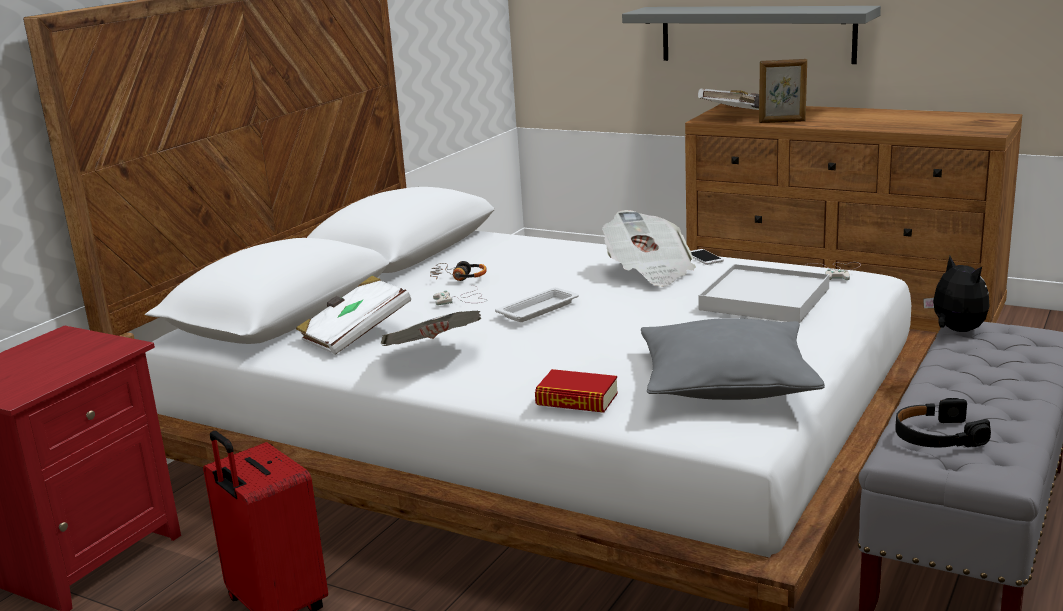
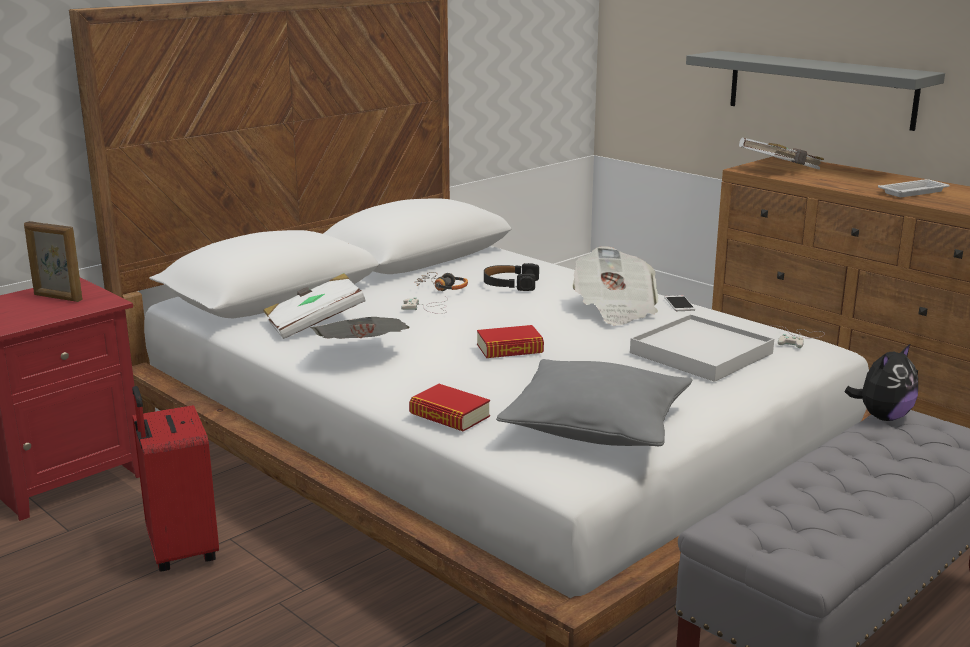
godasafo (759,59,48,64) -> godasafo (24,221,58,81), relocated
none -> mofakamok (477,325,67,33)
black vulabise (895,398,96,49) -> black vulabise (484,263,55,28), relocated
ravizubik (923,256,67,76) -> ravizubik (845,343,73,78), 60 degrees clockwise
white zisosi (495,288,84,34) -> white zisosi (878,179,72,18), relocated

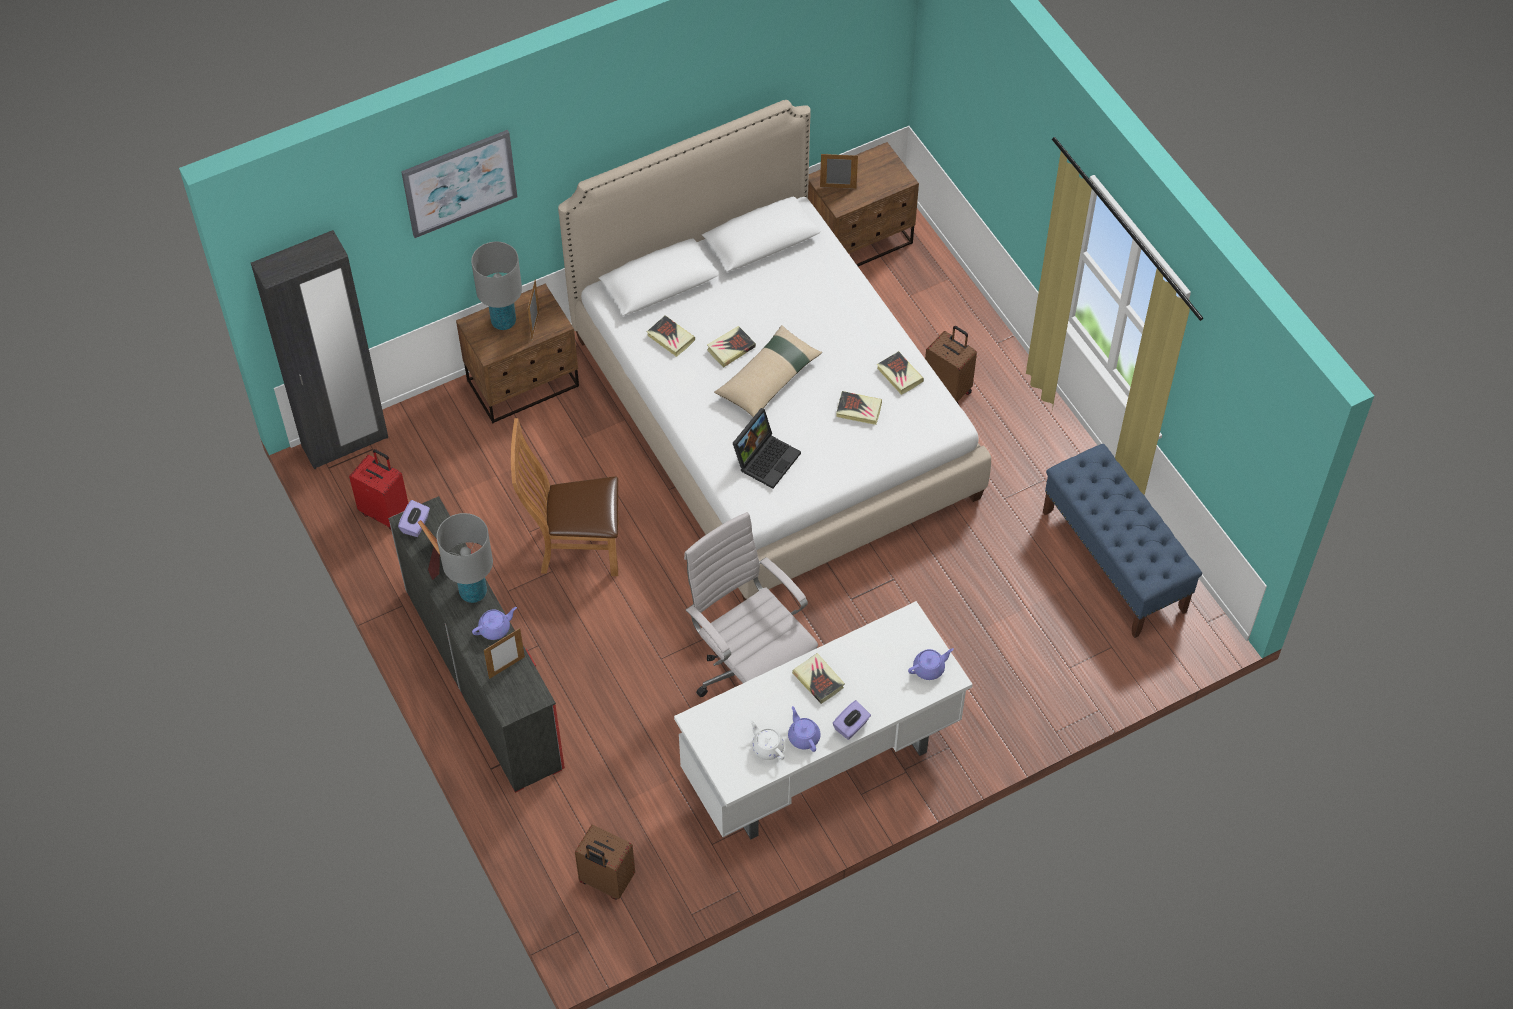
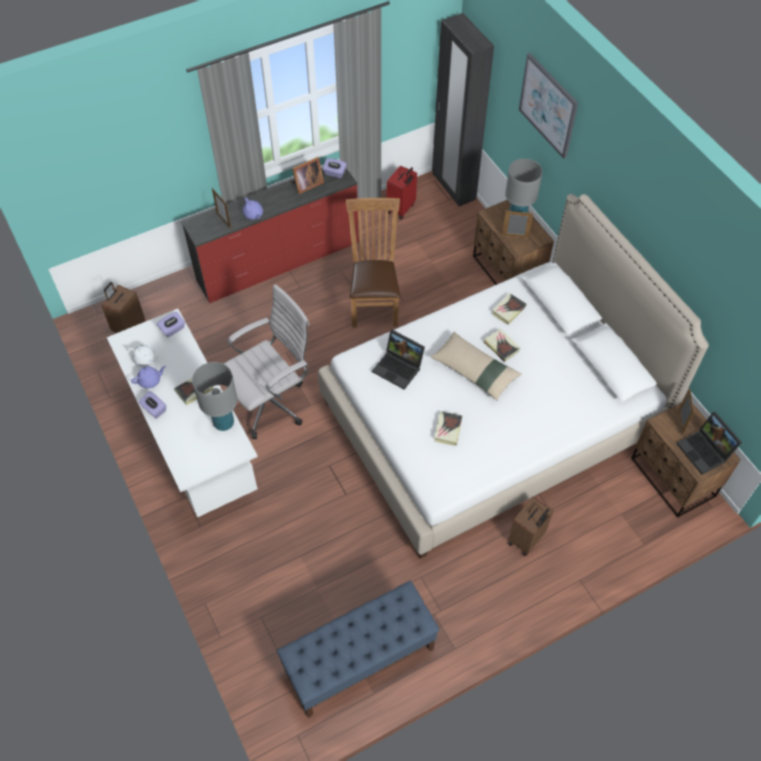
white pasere (750,720,35,40) -> white pasere (127,345,32,22), 60 degrees clockwise
none -> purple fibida (157,312,28,25)
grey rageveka (437,513,56,90) -> grey rageveka (192,362,45,69), relocated
none -> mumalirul (676,412,66,63)
mofakamok (877,351,47,44) -> none
purple pasere (908,648,46,32) -> none

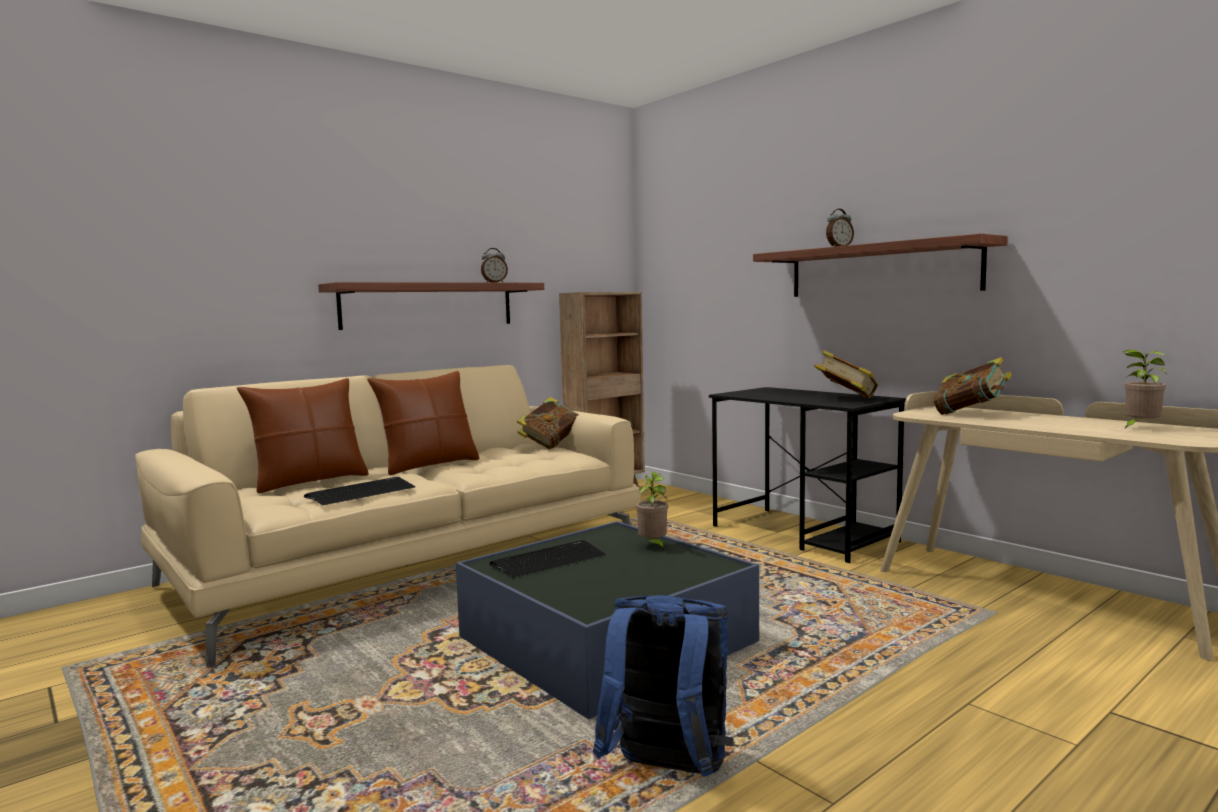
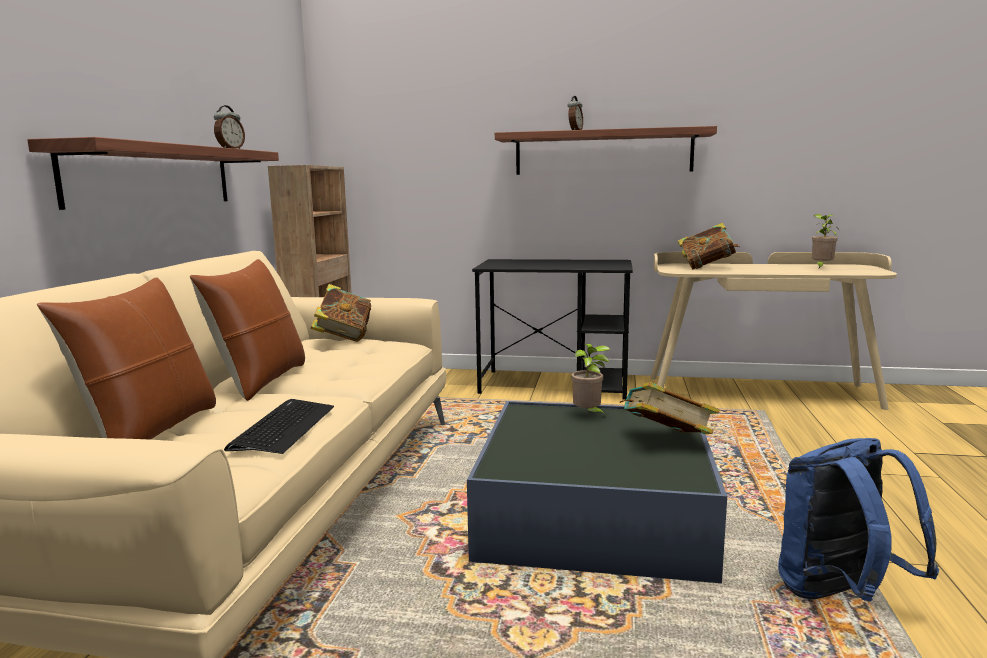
mofakamok (814,350,64,48) -> mofakamok (620,382,100,52), relocated
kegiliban (489,540,116,38) -> none

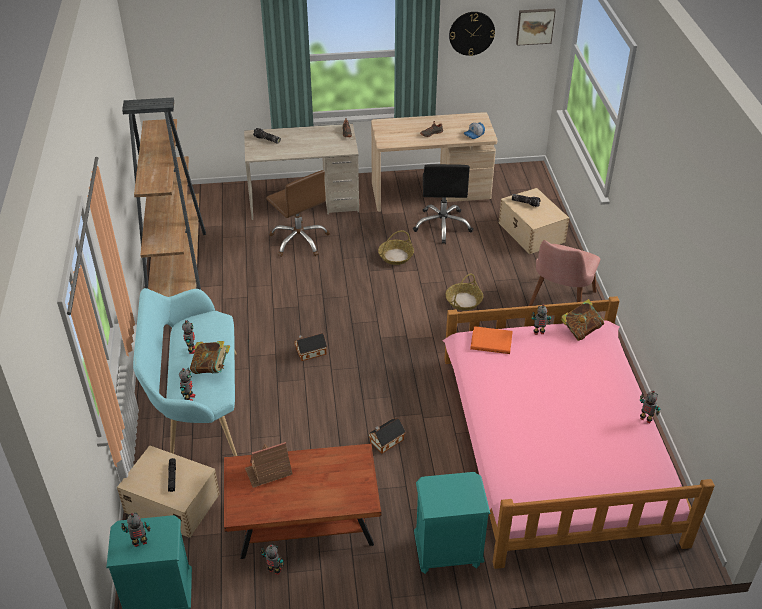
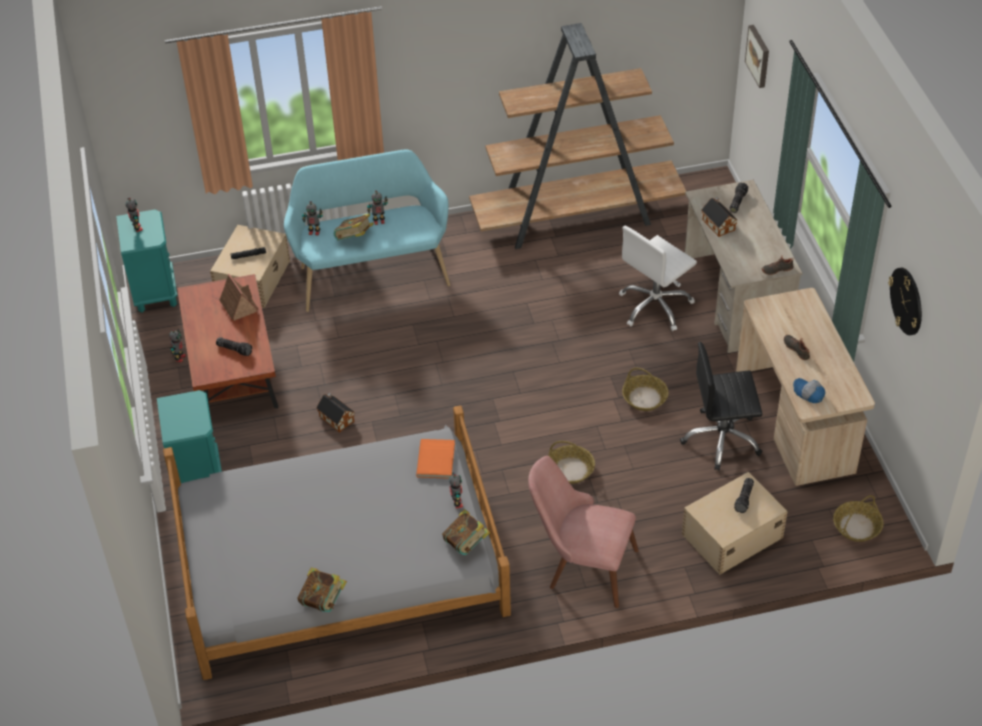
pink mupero (443,296,272,273) -> grey mupero (163,405,348,275)
none -> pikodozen (216,337,36,19)
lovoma (640,391,20,32) -> mofakamok (298,567,49,45)
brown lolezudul (266,170,64,87) -> white lolezudul (619,226,78,105)
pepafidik (294,333,33,28) -> pepafidik (701,197,37,40), relocated
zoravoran (516,9,40,37) -> zoravoran (745,25,24,63), relocated
none -> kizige (833,495,51,47)

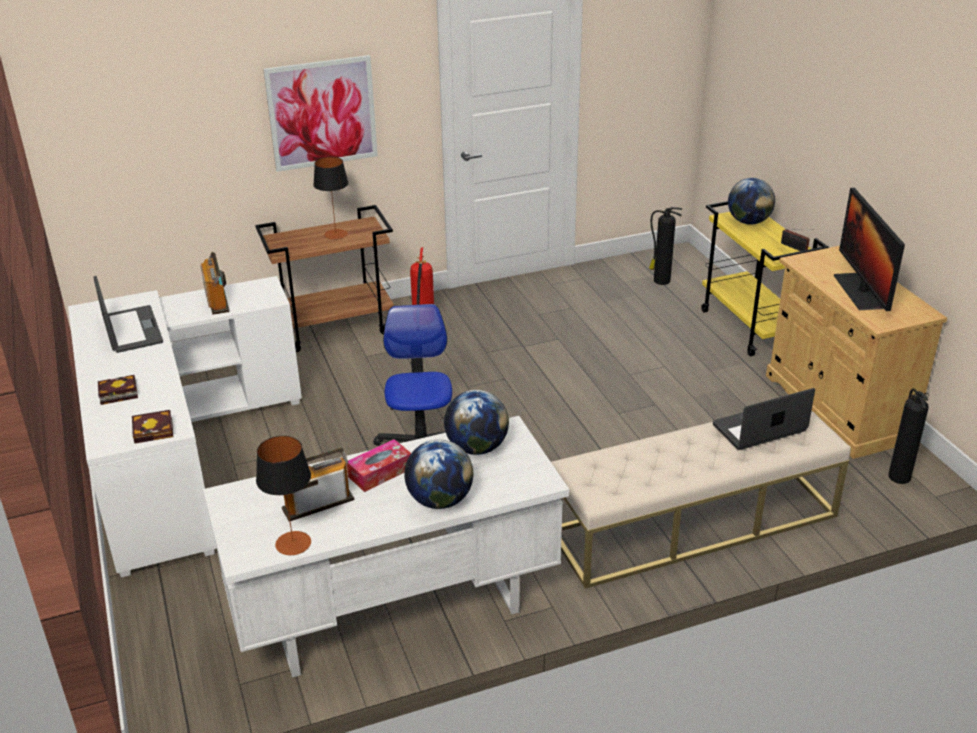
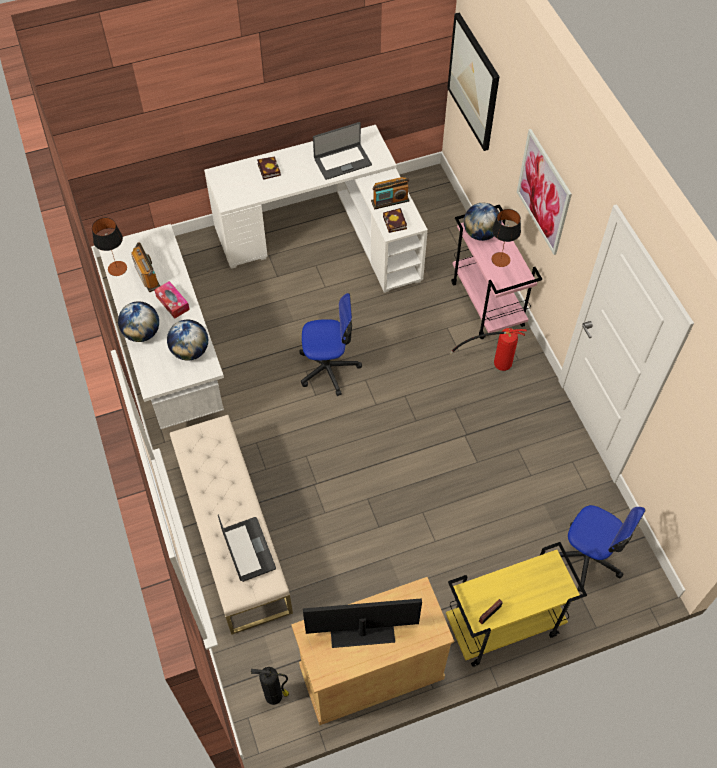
mofakamok (132,410,41,34) -> mofakamok (383,208,24,25), relocated
none -> zoravoran (447,13,53,138)
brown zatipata (255,205,139,147) -> pink zatipata (451,205,91,134)
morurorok (728,178,47,47) -> morurorok (464,203,38,38), relocated
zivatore (649,207,33,78) -> lolezudul (559,505,86,87)

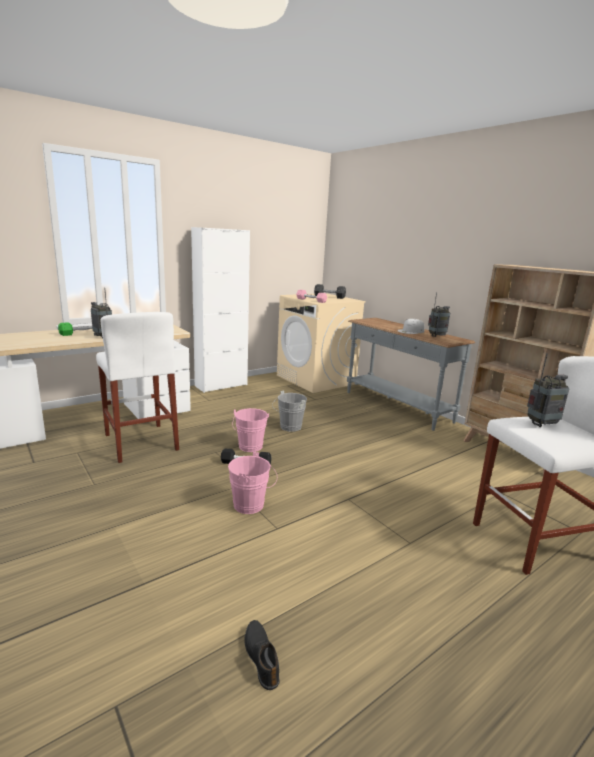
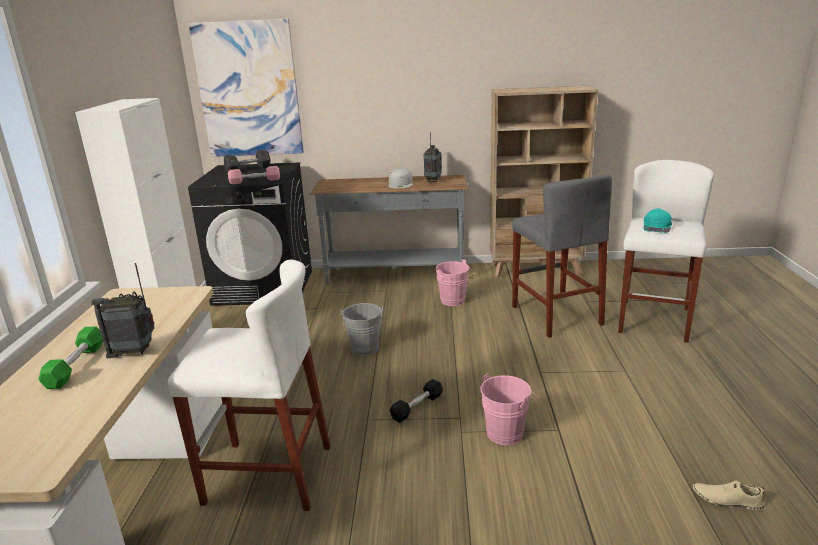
none -> zoravoran (188,19,116,138)
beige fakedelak (277,293,89,100) -> black fakedelak (188,162,124,144)
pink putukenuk (232,408,37,44) -> pink putukenuk (435,259,40,47), relocated
none -> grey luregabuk (512,174,100,164)
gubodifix (527,353,43,74) -> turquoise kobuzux (643,208,29,25)
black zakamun (244,620,35,70) -> beige zakamun (693,480,72,30)

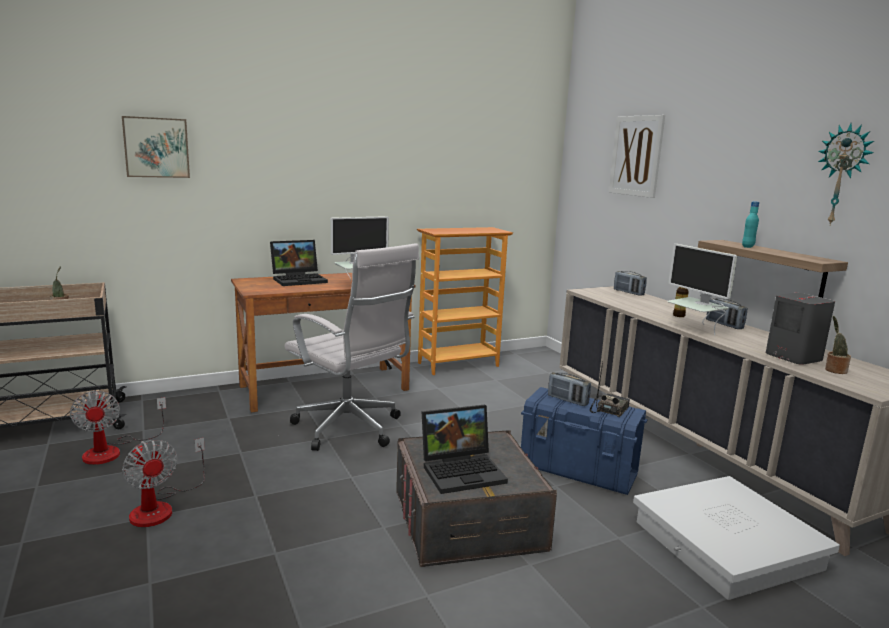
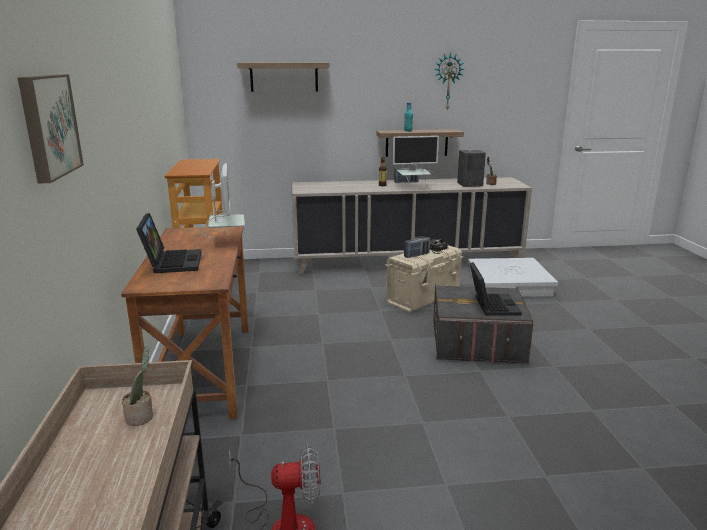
zoravoran (609,115,56,83) -> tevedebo (237,62,93,30)
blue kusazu (521,387,127,108) -> beige kusazu (385,245,79,67)
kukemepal (122,438,83,89) -> none
white lolezudul (285,243,134,208) -> none
gubodifix (614,271,33,25) -> none

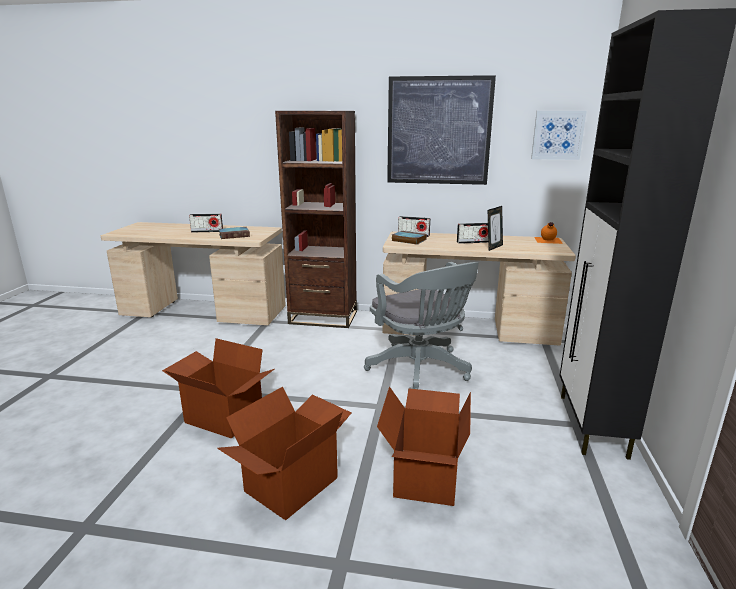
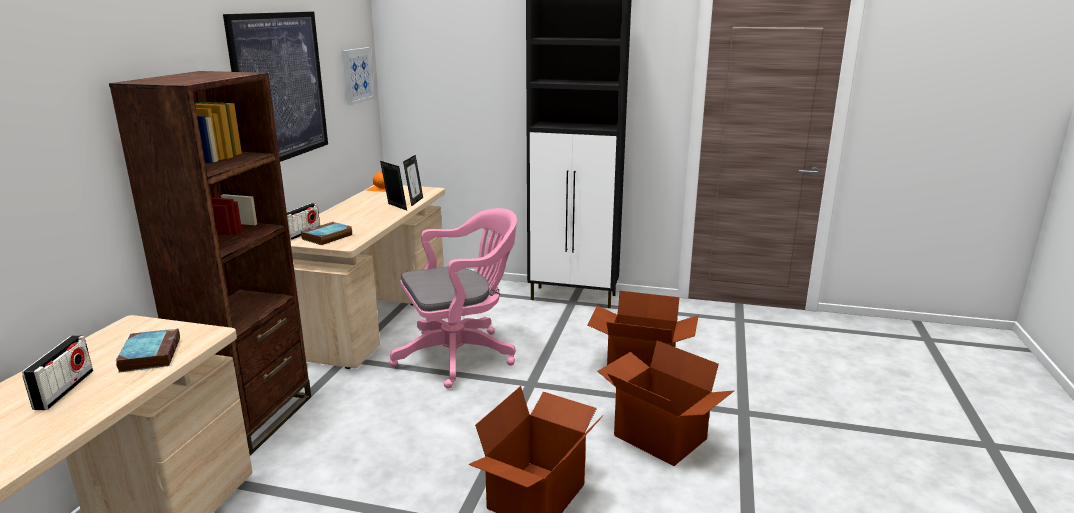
grey lolezudul (364,262,115,127) -> pink lolezudul (389,208,128,181)
none -> godasafo (403,155,20,52)
gubodifix (457,223,31,21) -> none

